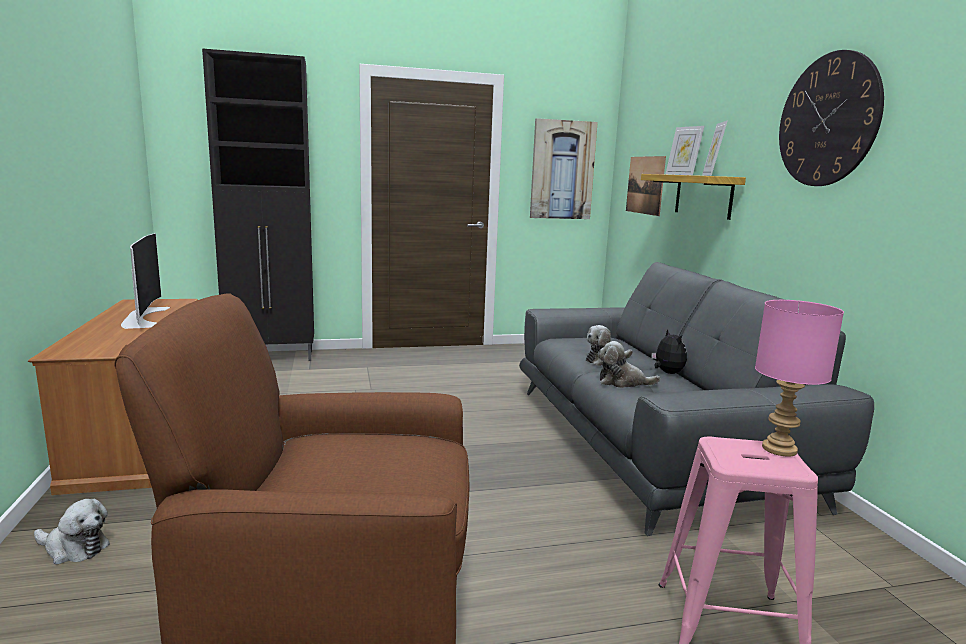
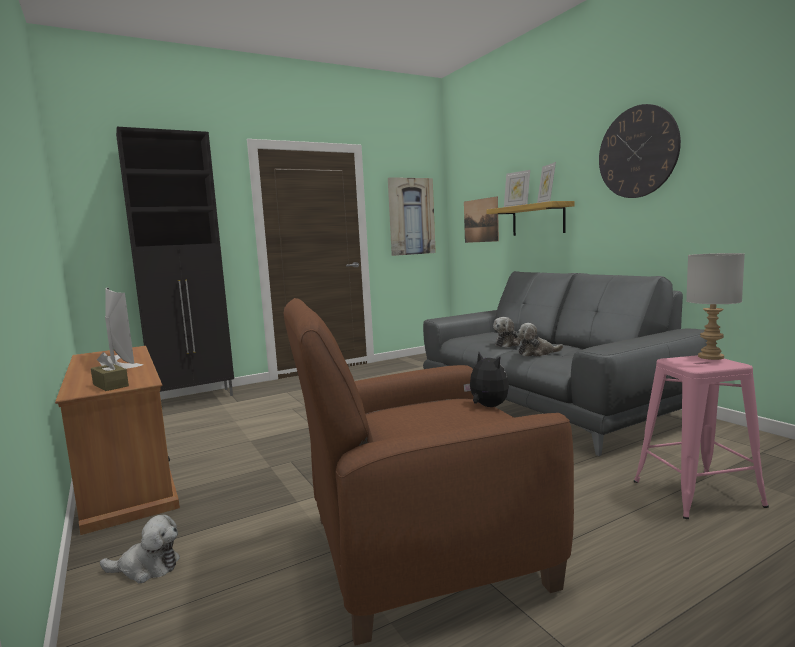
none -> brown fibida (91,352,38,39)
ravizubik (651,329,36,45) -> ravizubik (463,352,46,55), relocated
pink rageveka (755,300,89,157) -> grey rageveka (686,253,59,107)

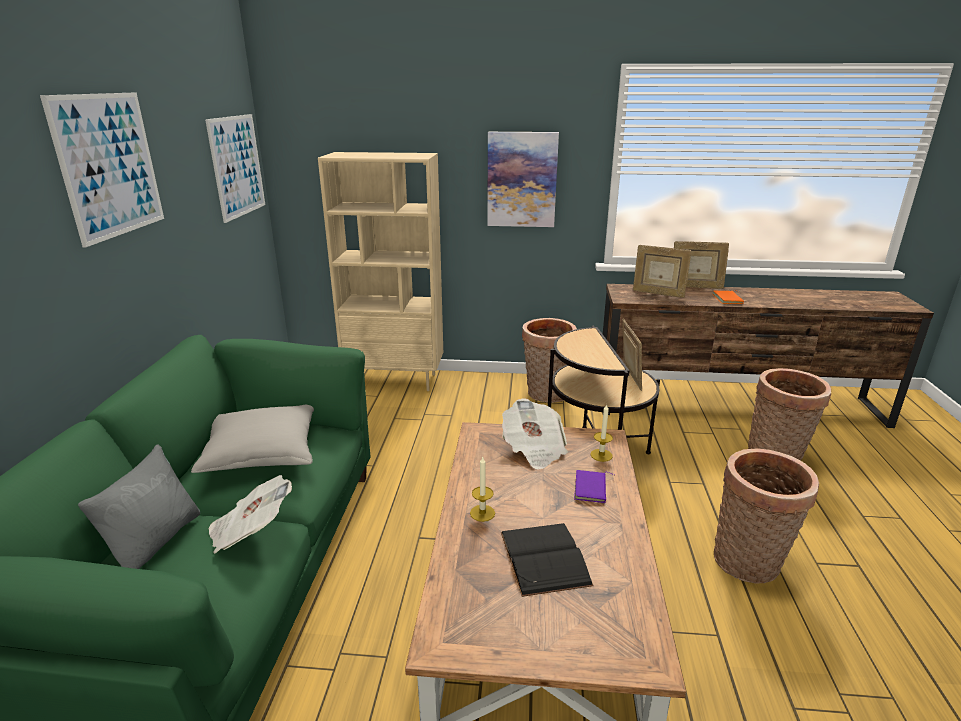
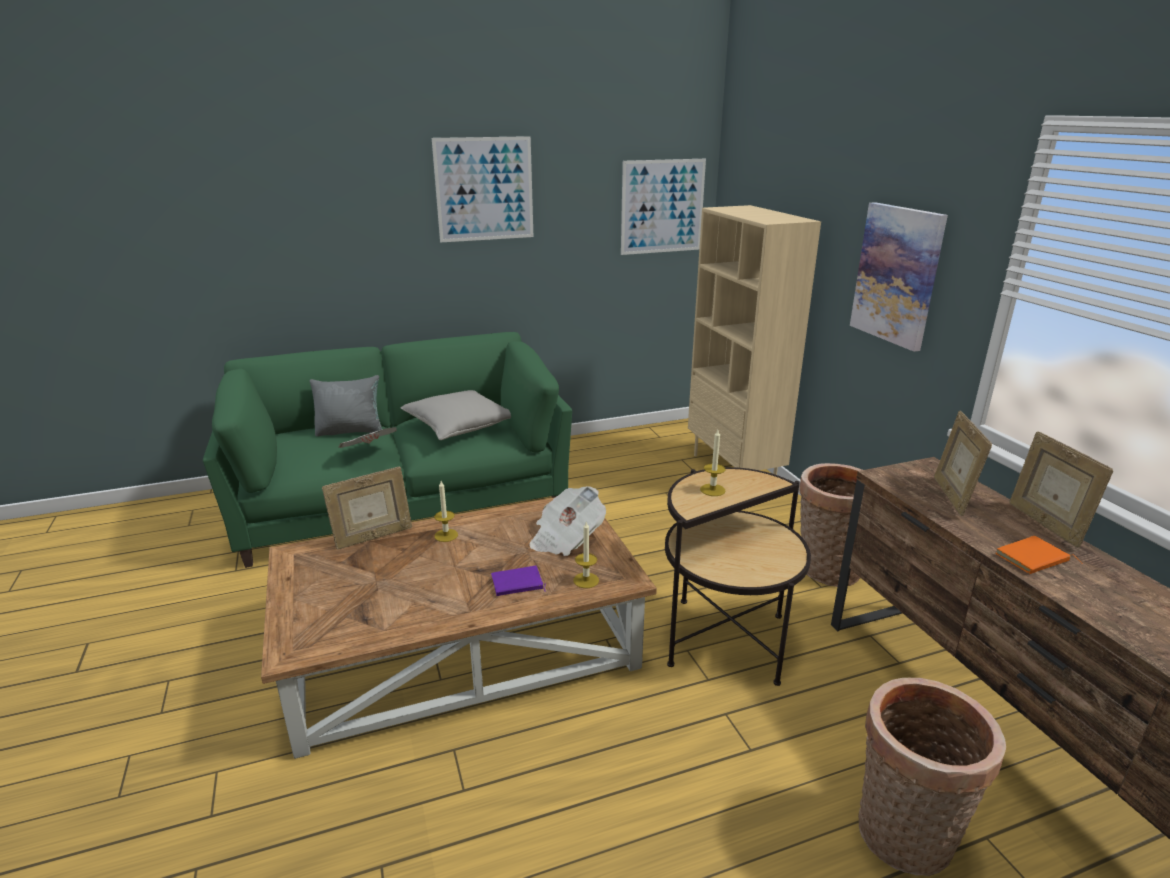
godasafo (623,319,19,72) -> godasafo (322,467,90,83), relocated
none -> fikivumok (700,430,25,66)
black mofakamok (501,523,93,74) -> none
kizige (714,448,105,135) -> none

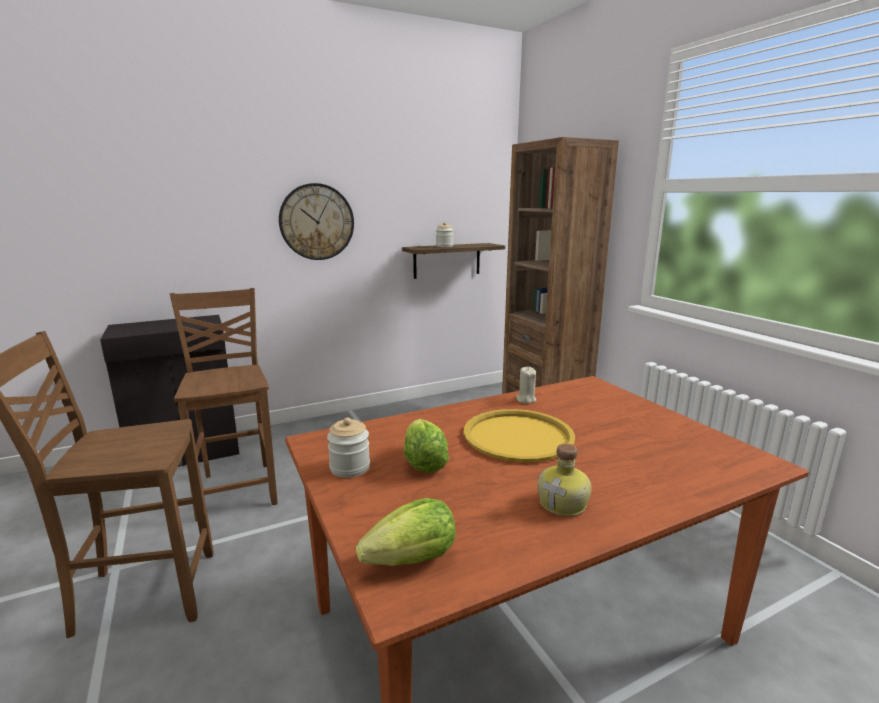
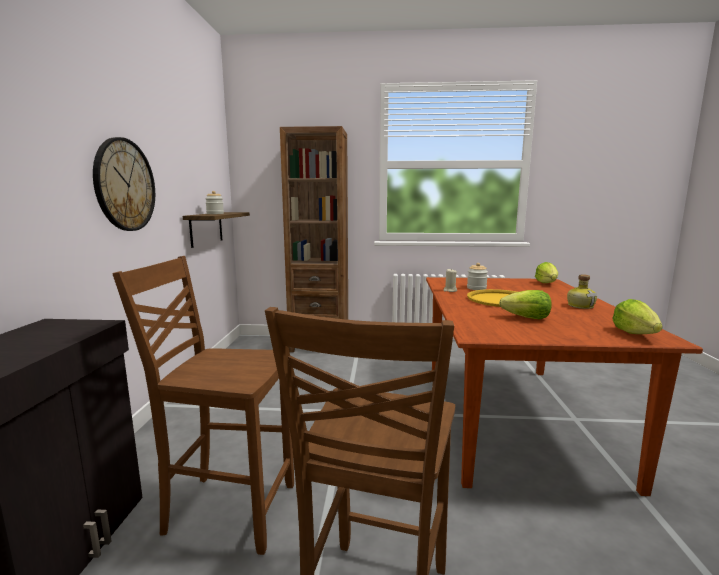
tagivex (327,417,43,61) -> tagivex (467,263,21,27), relocated
none -> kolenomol (535,262,23,21)

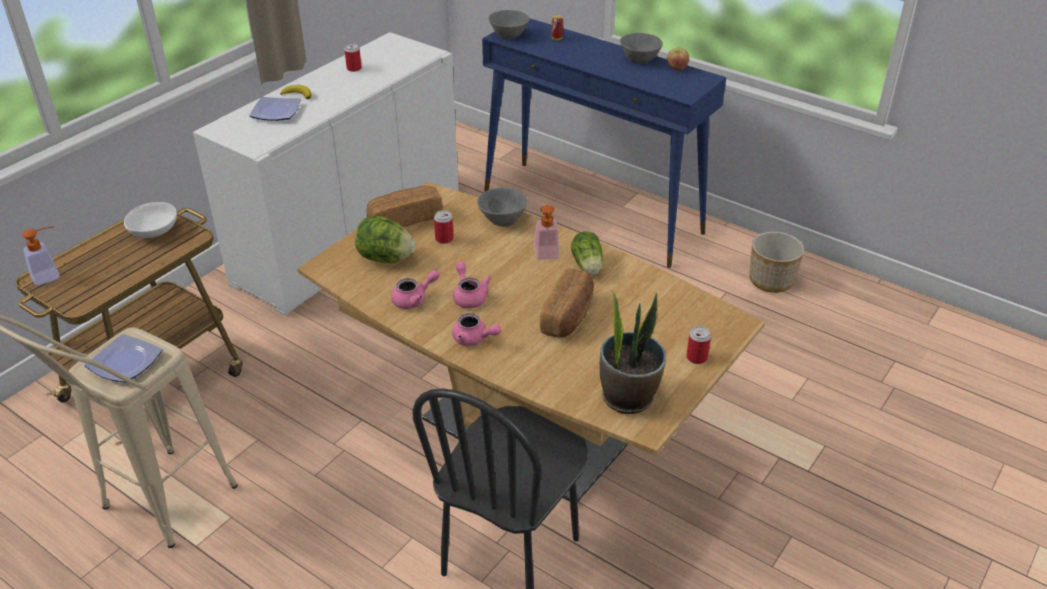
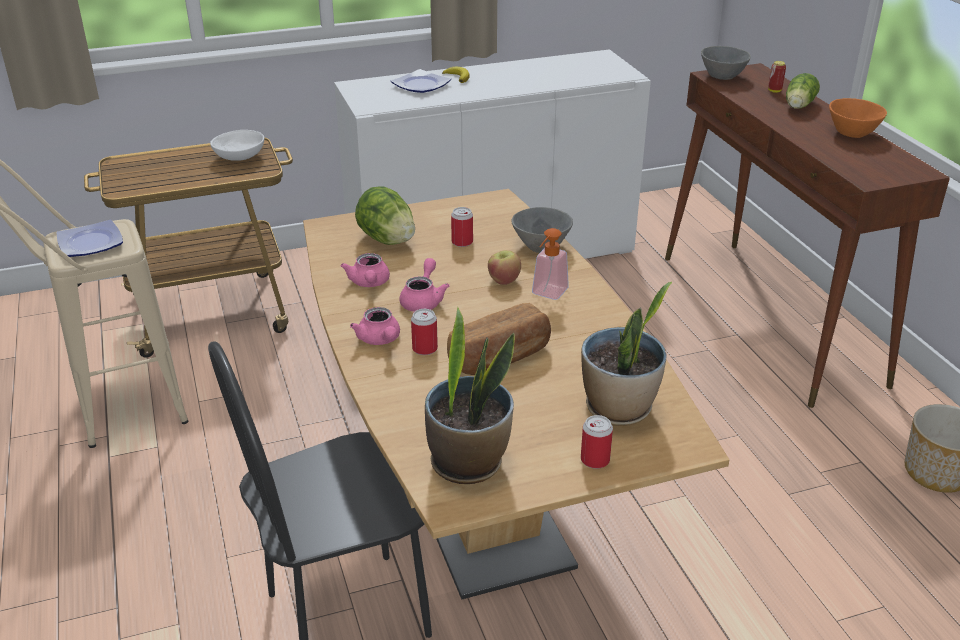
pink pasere (391,270,49,39) -> pink pasere (341,253,49,34), 75 degrees clockwise
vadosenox (344,44,18,28) -> vadosenox (411,309,27,46), relocated
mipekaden (667,48,22,23) -> mipekaden (488,250,33,35), relocated
none -> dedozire (581,282,91,144)
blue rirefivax (482,18,244,250) -> brown rirefivax (665,63,285,345)
kolenomol (571,231,32,44) -> kolenomol (786,73,34,36), relocated
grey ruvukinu (620,33,43,31) -> orange ruvukinu (829,98,58,40)
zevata (22,226,38,59) -> none
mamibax (366,186,77,41) -> none

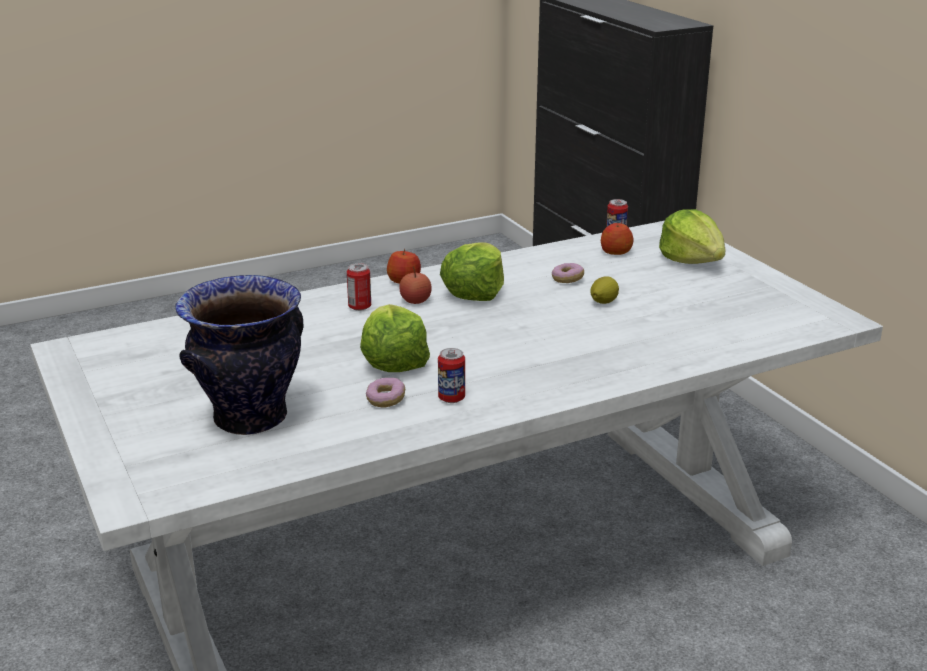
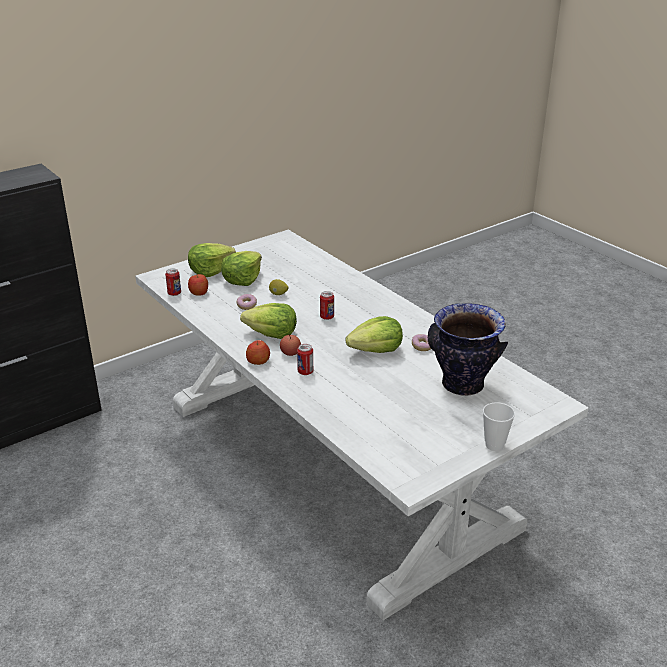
none -> kolenomol (221,251,41,35)
vadosenox (438,348,27,55) -> vadosenox (320,291,14,29), relocated
none -> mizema (483,402,32,49)

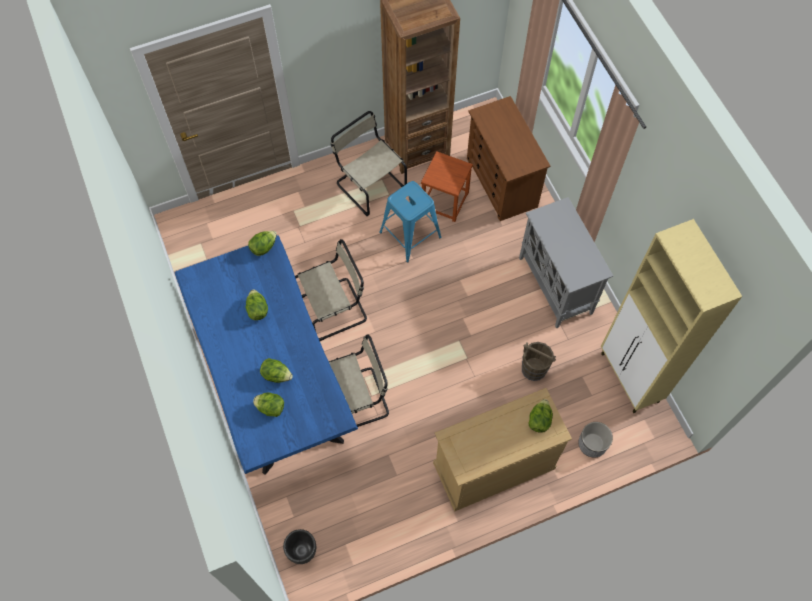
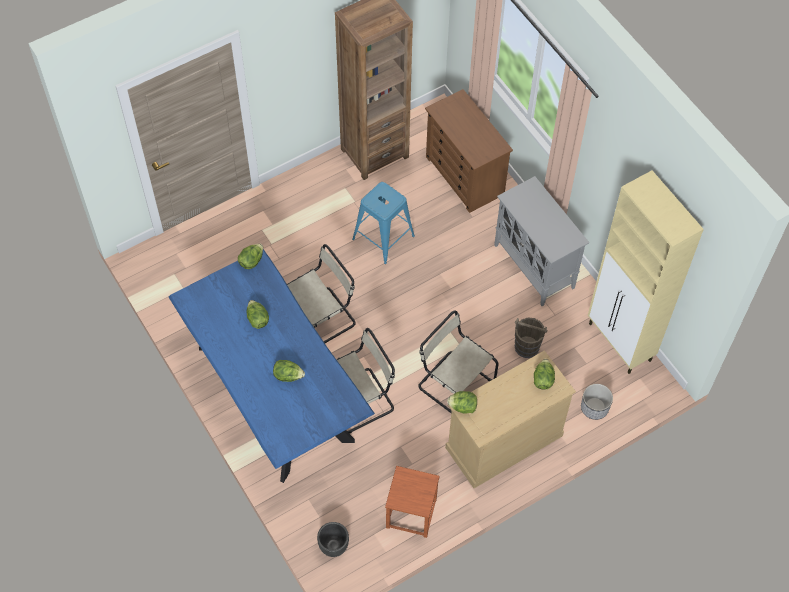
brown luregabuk (421,151,52,71) -> brown luregabuk (385,466,55,72), relocated
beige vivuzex (331,111,76,105) -> beige vivuzex (418,311,81,102), relocated
kolenomol (253,392,31,25) -> kolenomol (447,391,30,23), relocated

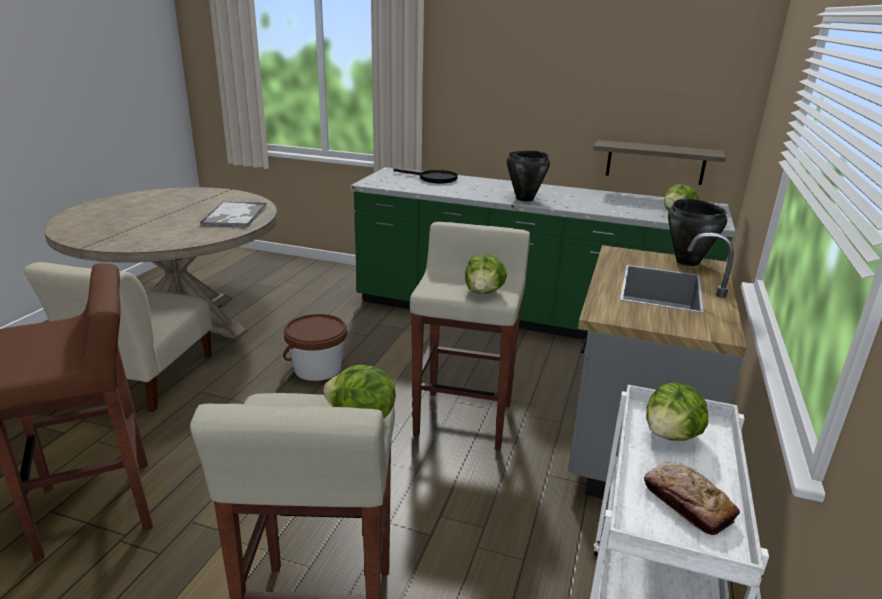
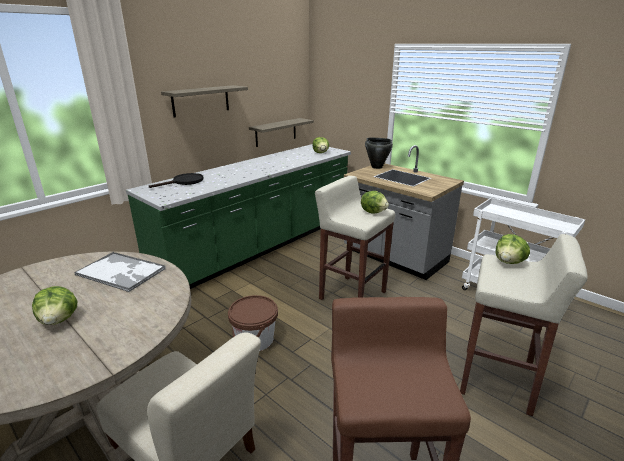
kolenomol (646,382,62,59) -> kolenomol (32,286,45,39), relocated
none -> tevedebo (161,85,87,32)
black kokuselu (507,151,43,51) -> none
mamibax (644,462,96,73) -> none

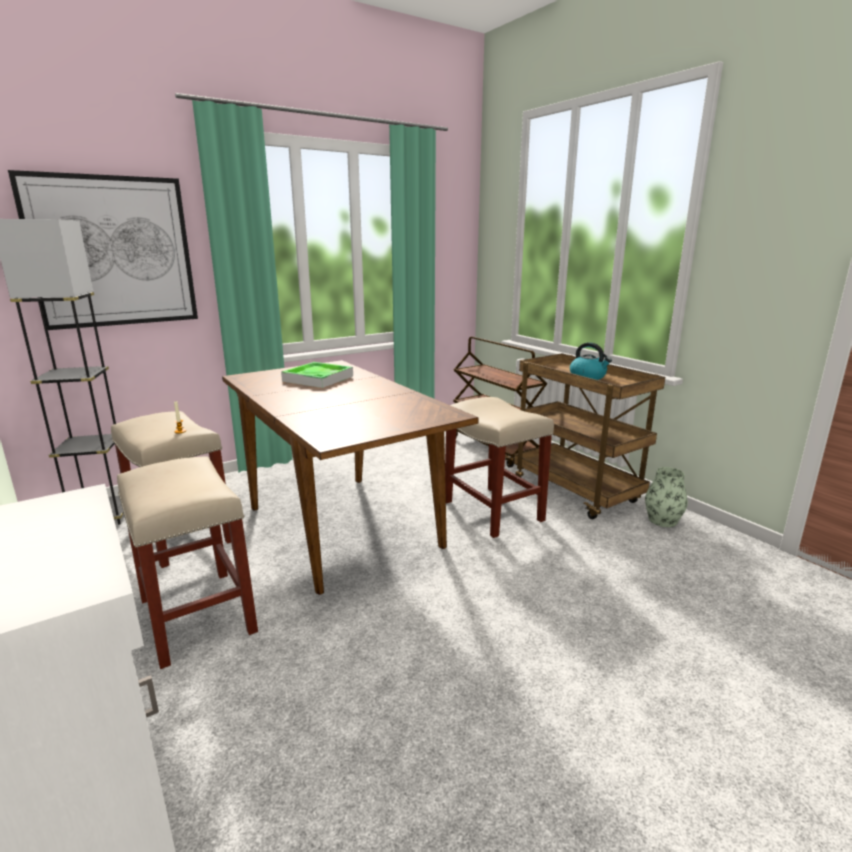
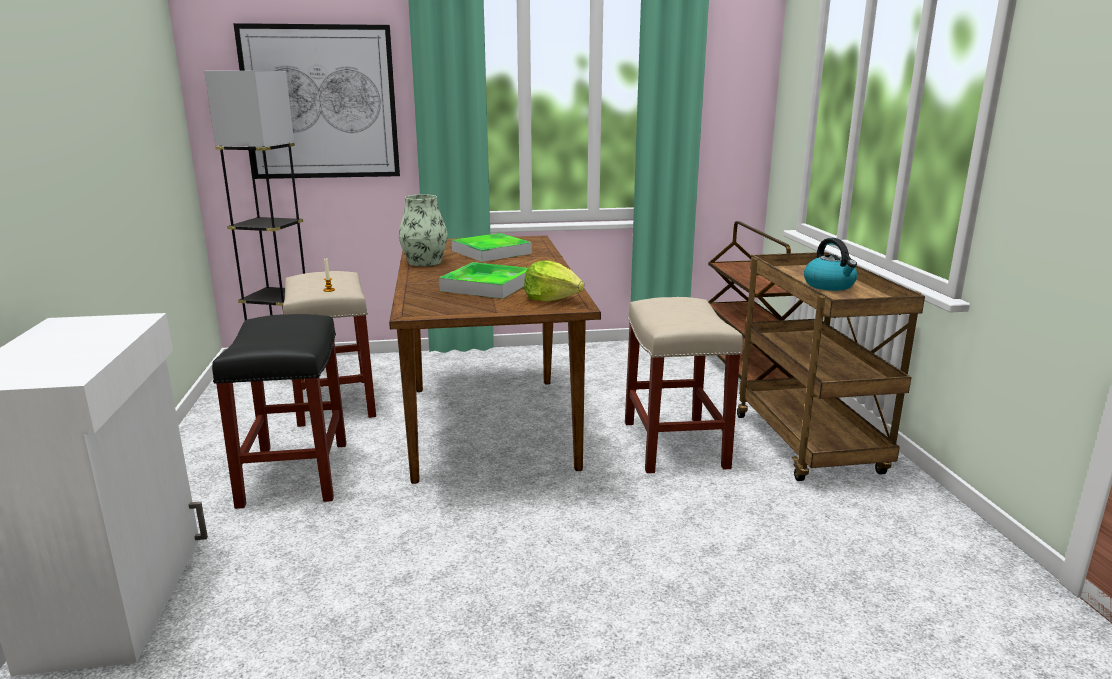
beige luregabuk (117,456,141,213) -> black luregabuk (212,314,135,195)
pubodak (645,467,43,60) -> pubodak (399,194,49,72), relocated
none -> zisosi (439,262,89,37)
none -> kolenomol (524,260,60,42)

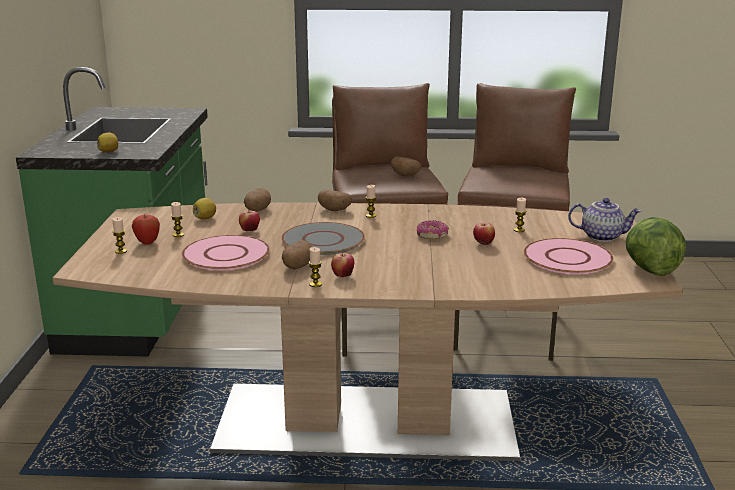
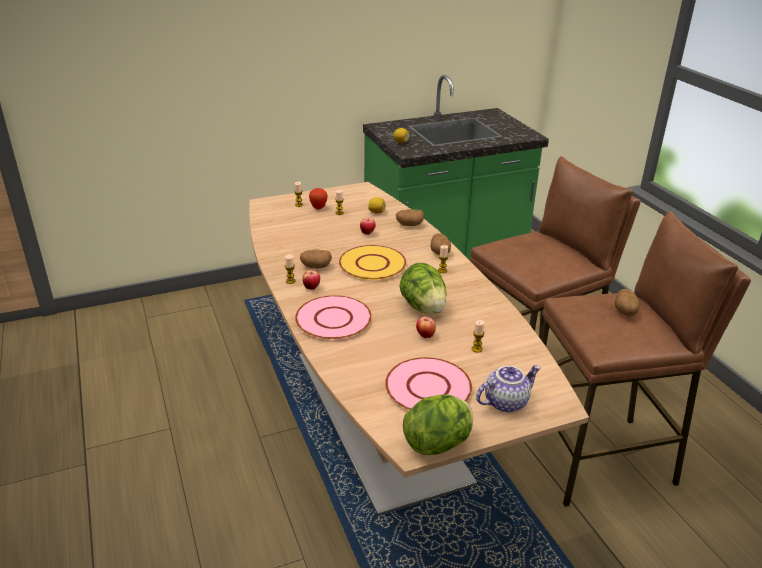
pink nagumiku (182,235,88,36) -> pink nagumiku (295,295,77,45), relocated
grey nagumiku (281,222,84,33) -> yellow nagumiku (339,245,67,35)
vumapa (417,220,32,20) -> kolenomol (399,263,47,51)
pasere (568,198,73,44) -> pasere (476,365,65,48), 105 degrees counterclockwise
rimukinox (391,157,30,19) -> rimukinox (615,289,25,27), relocated

